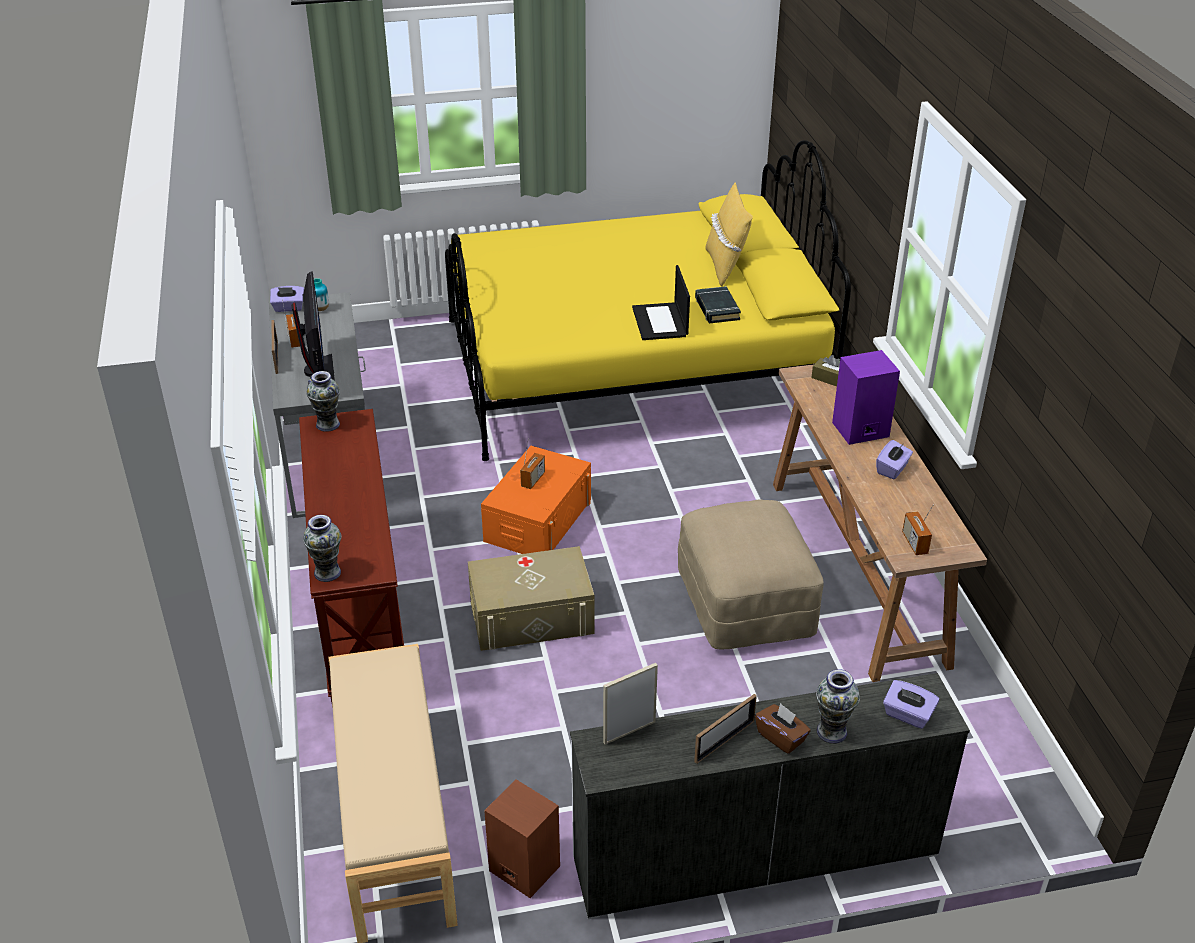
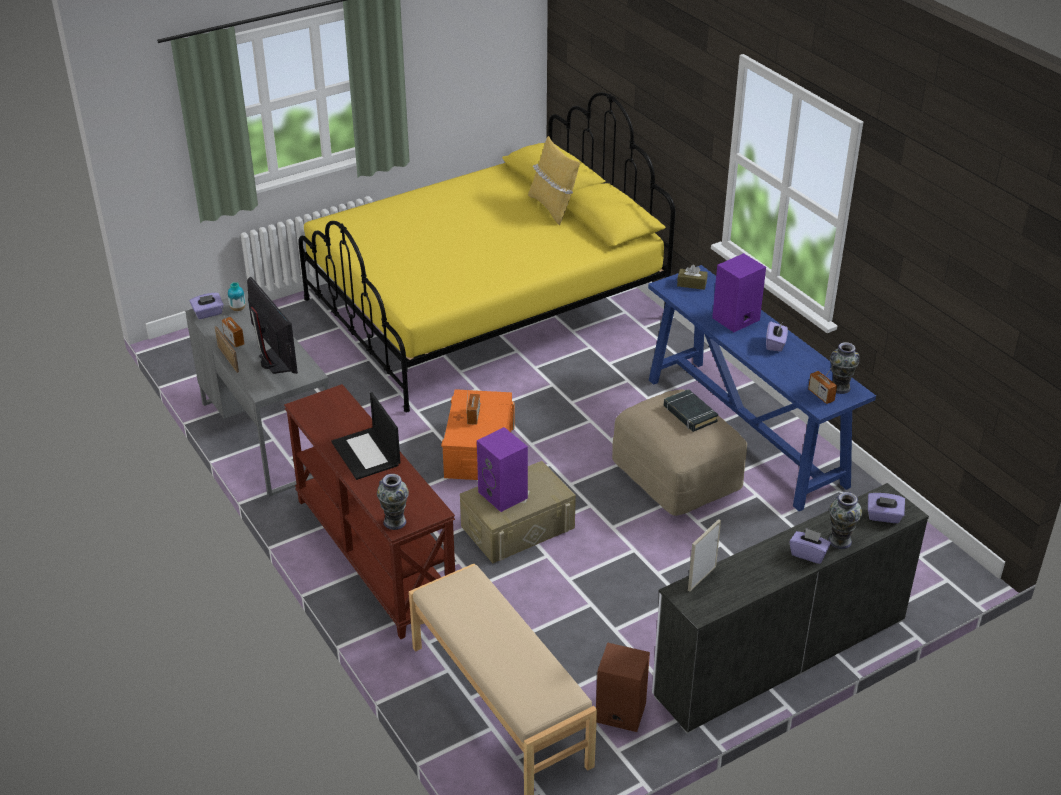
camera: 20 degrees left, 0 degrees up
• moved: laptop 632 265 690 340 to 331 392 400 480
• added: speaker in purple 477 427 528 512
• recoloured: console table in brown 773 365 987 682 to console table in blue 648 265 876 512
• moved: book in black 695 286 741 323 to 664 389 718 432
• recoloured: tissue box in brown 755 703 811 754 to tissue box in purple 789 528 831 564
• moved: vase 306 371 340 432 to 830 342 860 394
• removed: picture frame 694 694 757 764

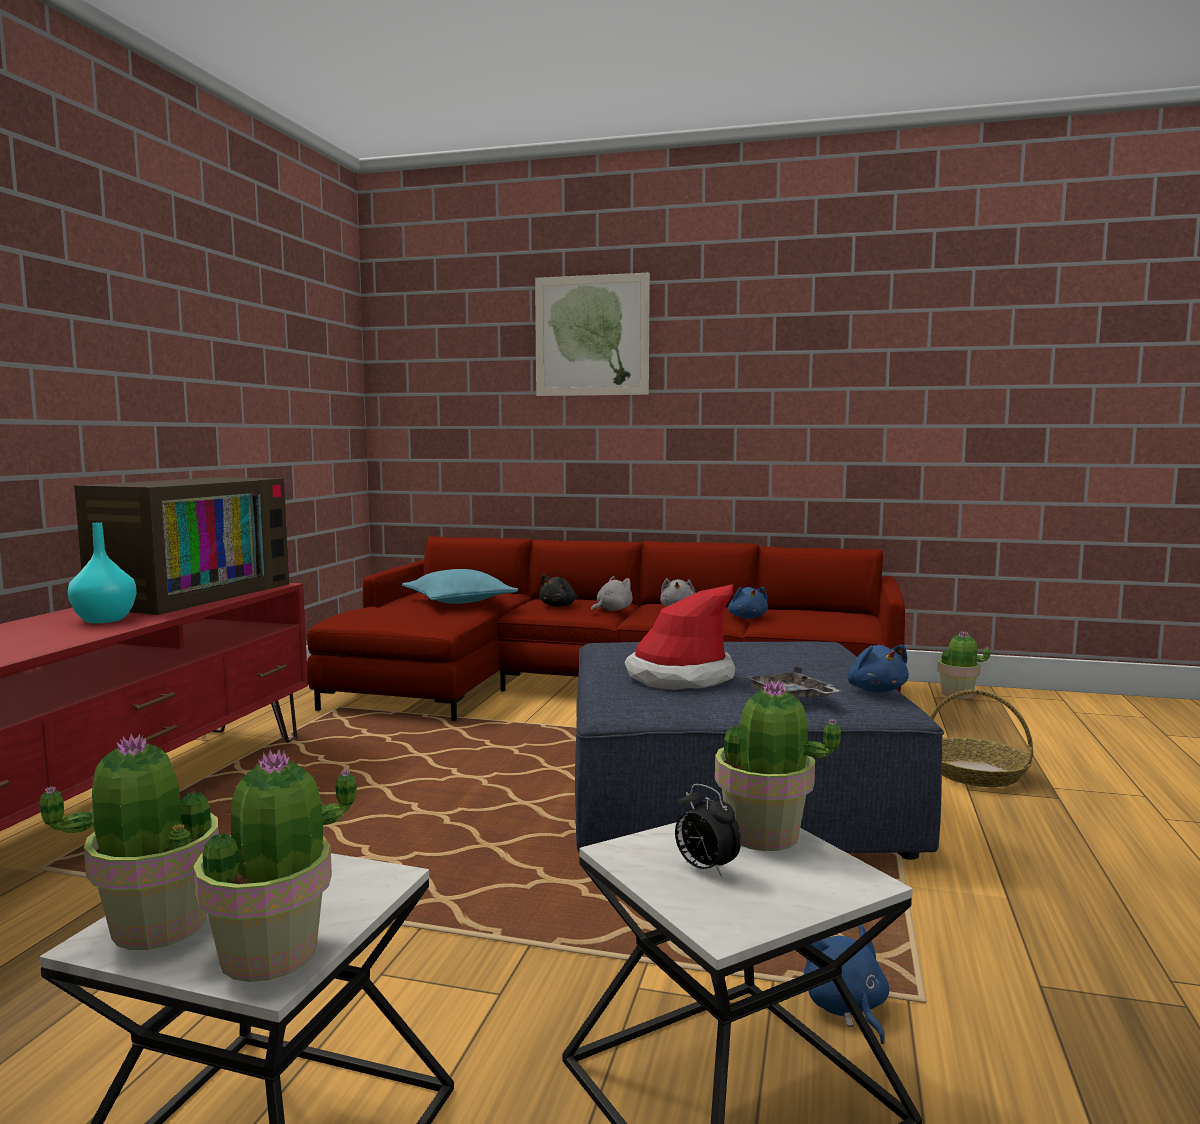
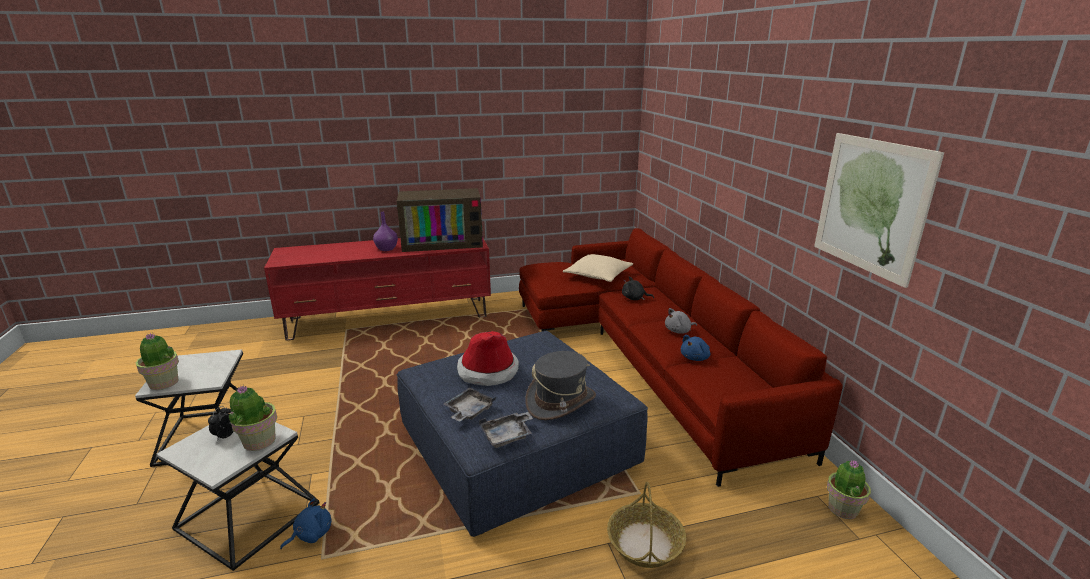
camera: 60 degrees right, 15 degrees up
• recoloured: vase in turquoise 68 522 137 623 to vase in purple 373 212 398 251
• replaced: plush toy in blue 848 645 909 693 to tray in grey 479 412 533 448
• added: hat in grey 525 351 596 420
• recoloured: pillow in turquoise 402 569 518 604 to pillow in beige 563 254 633 282
• moved: picture 535 273 650 396 to 814 133 944 288
• removed: potted plant 40 733 219 950
• removed: plush toy in grey 591 576 633 611

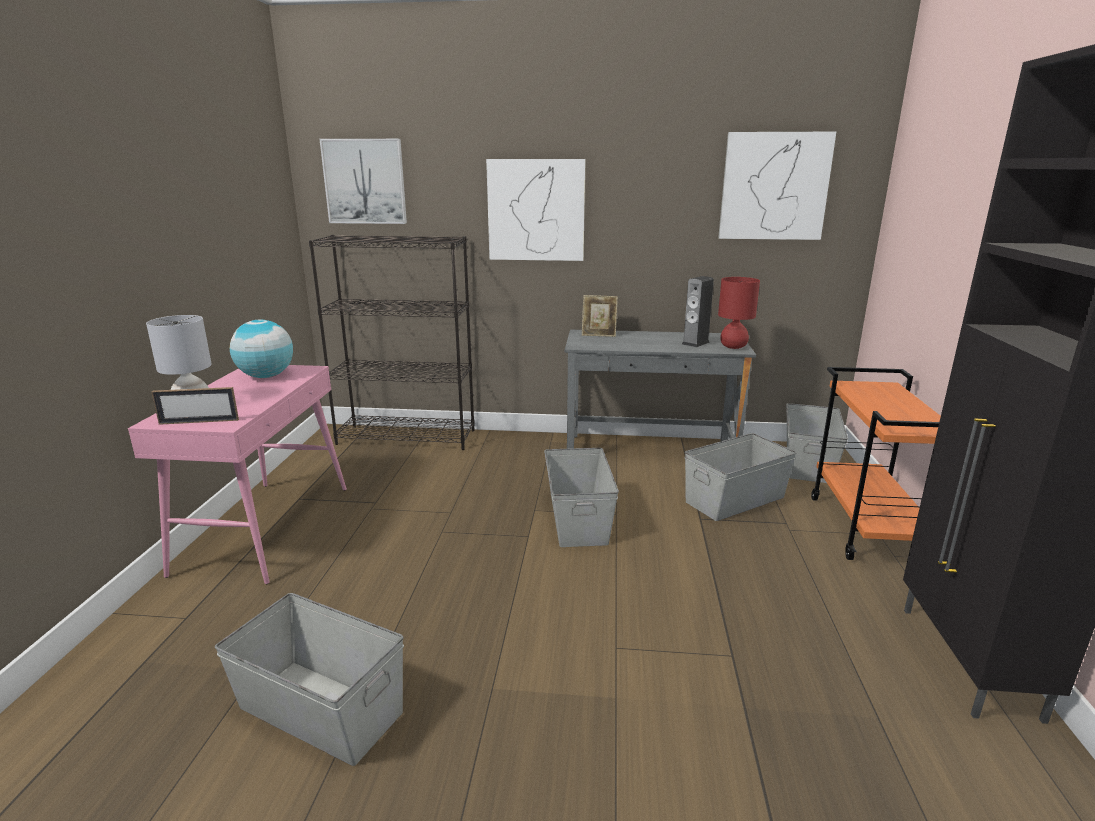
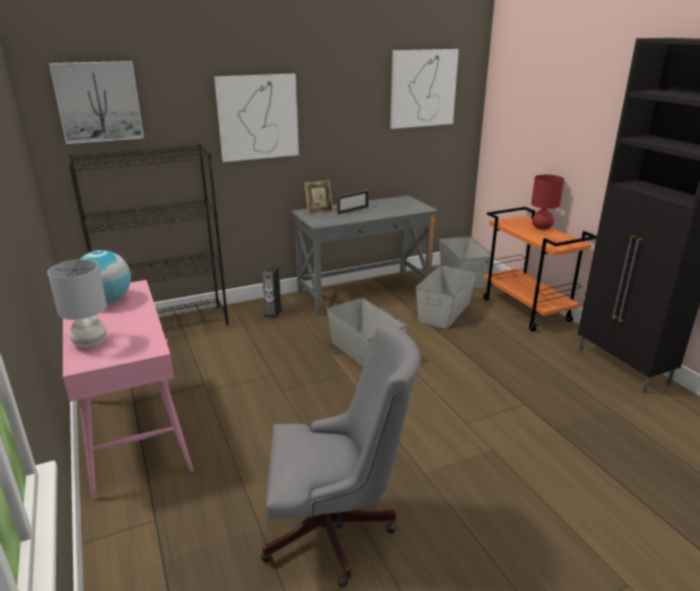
camera: 30 degrees left, 5 degrees up
• replaced: storage box in grey 215 593 404 766 to office chair in grey 261 322 421 588
• moved: speaker 682 276 714 347 to 262 265 282 318
• moved: picture frame 151 387 239 425 to 337 190 369 215
• moved: table lamp in red 718 277 760 349 to 531 175 564 230

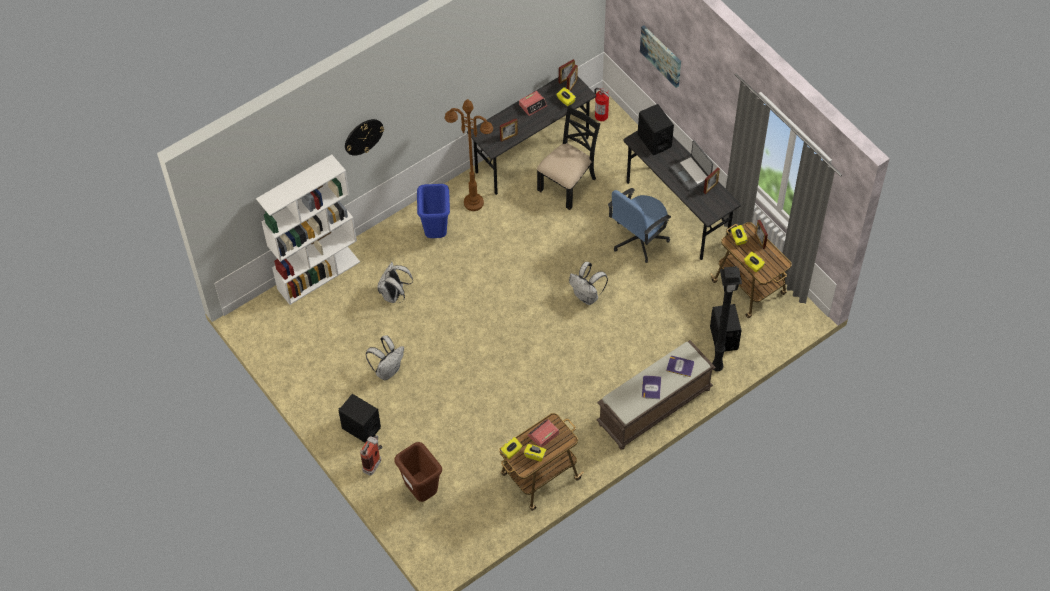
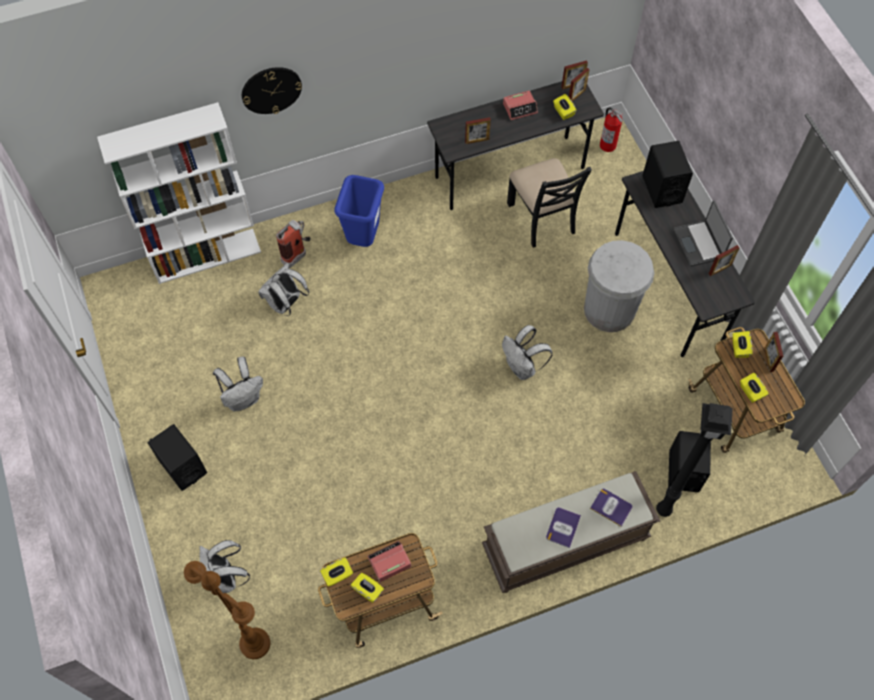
camera: 15 degrees right, 5 degrees up
• moved: floor lamp in brown 445 99 493 211 to 184 561 270 659
• replaced: trash can in brown 394 442 442 502 to backpack in white 199 540 250 593
• moved: fire extinguisher 360 435 383 476 to 276 220 310 268
• turned: chair in black 537 105 600 210 = 507 158 592 248 105 degrees clockwise
• replaced: office chair in blue 608 188 671 263 to trash can in white 584 240 654 332
• removed: picture 640 25 681 88

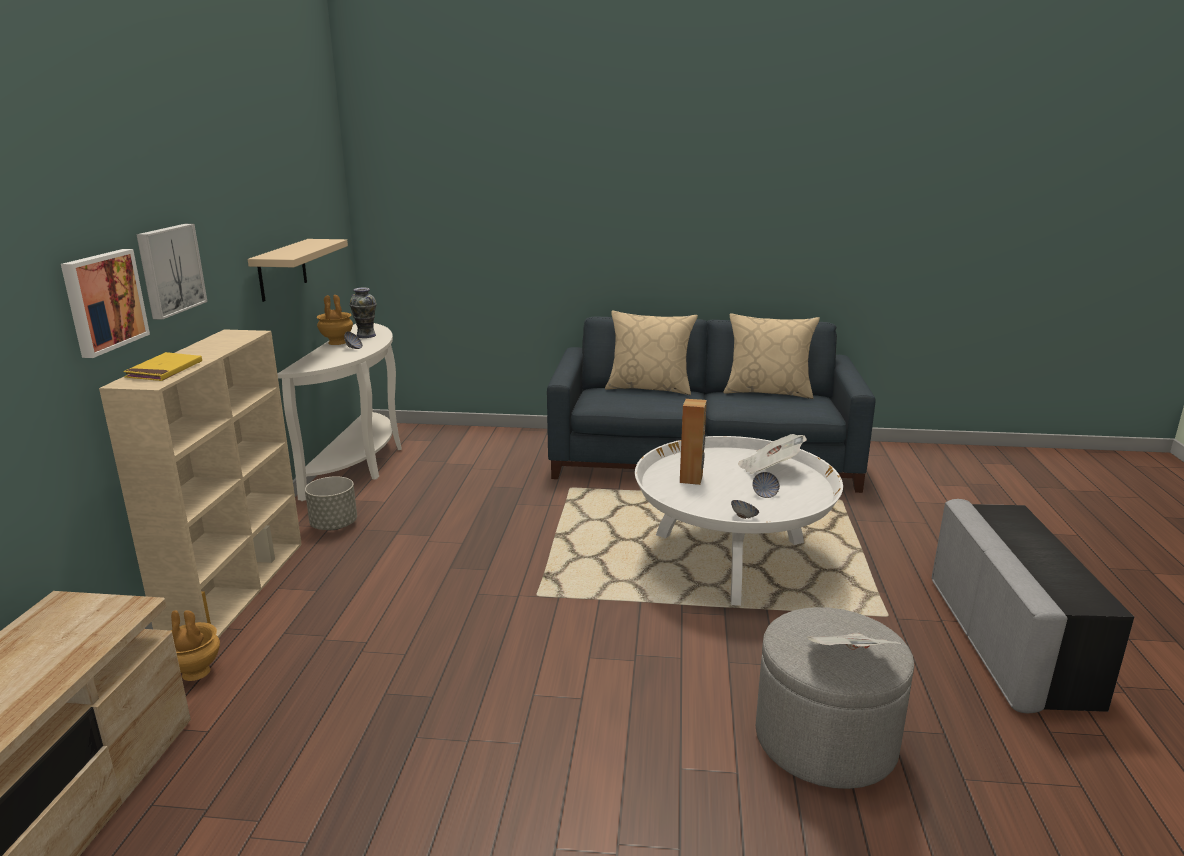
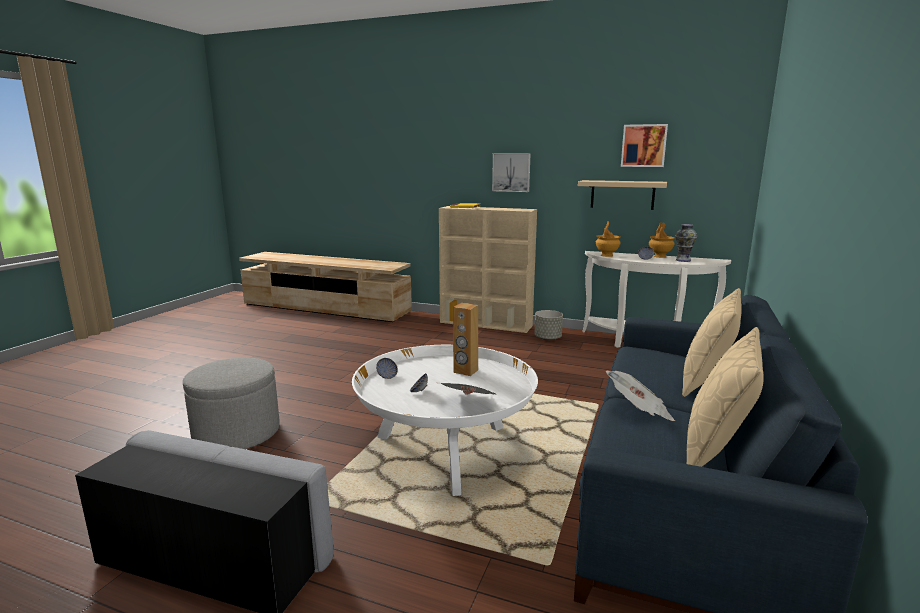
camera: 105 degrees right, 5 degrees down
• moved: vase in brown 171 610 220 681 to 596 221 621 257
• moved: newspaper 806 633 902 650 to 606 370 675 421
• moved: picture 61 249 150 358 to 621 124 668 167

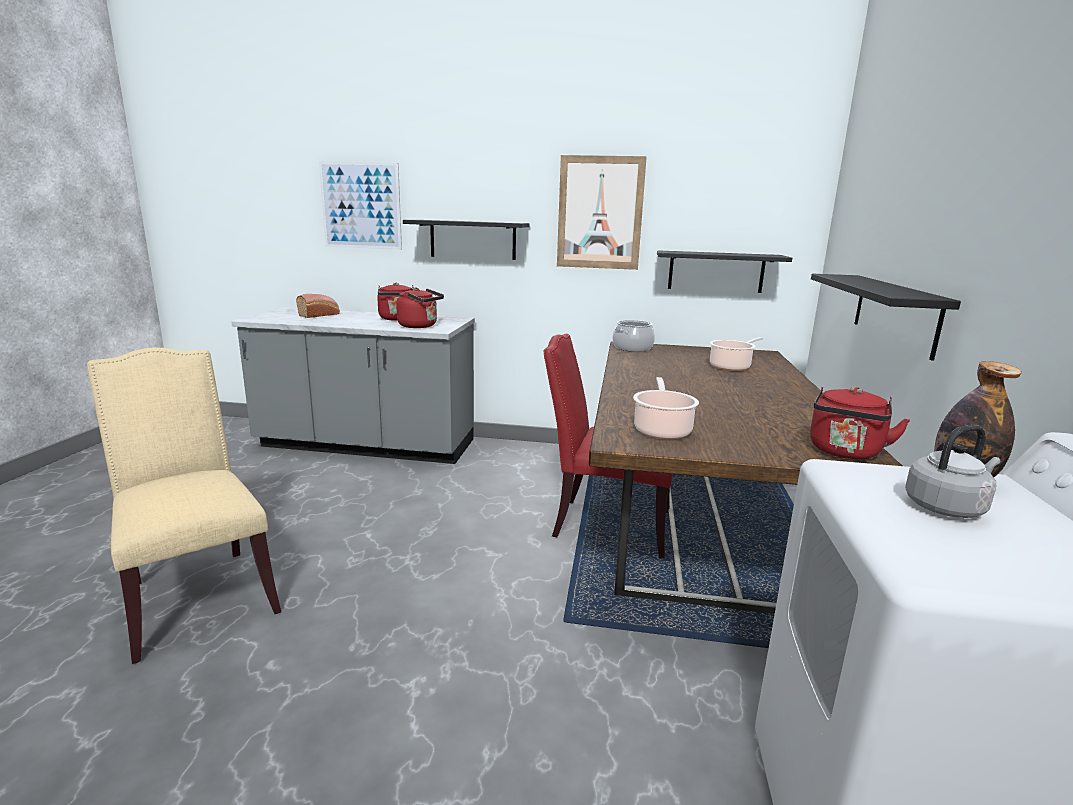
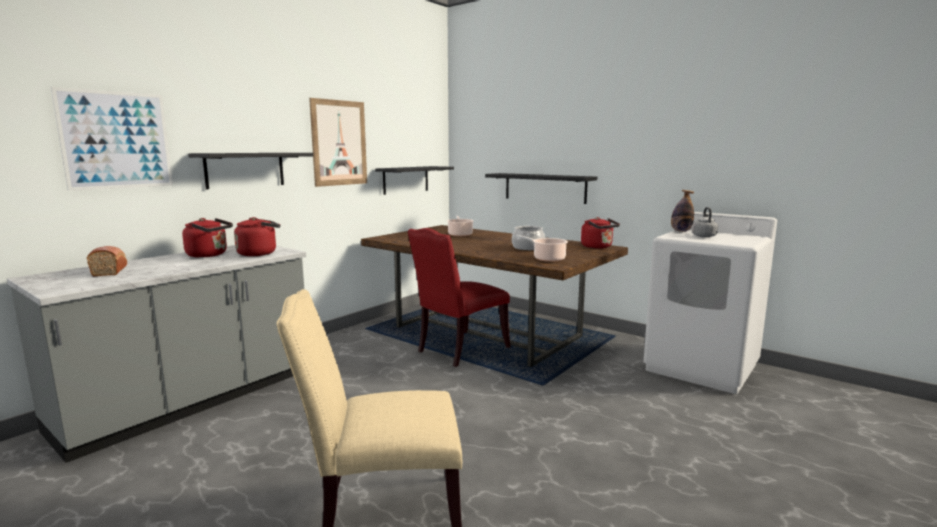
camera: 60 degrees left, 5 degrees down
• moved: cooking pot 613 320 655 352 to 512 226 545 250

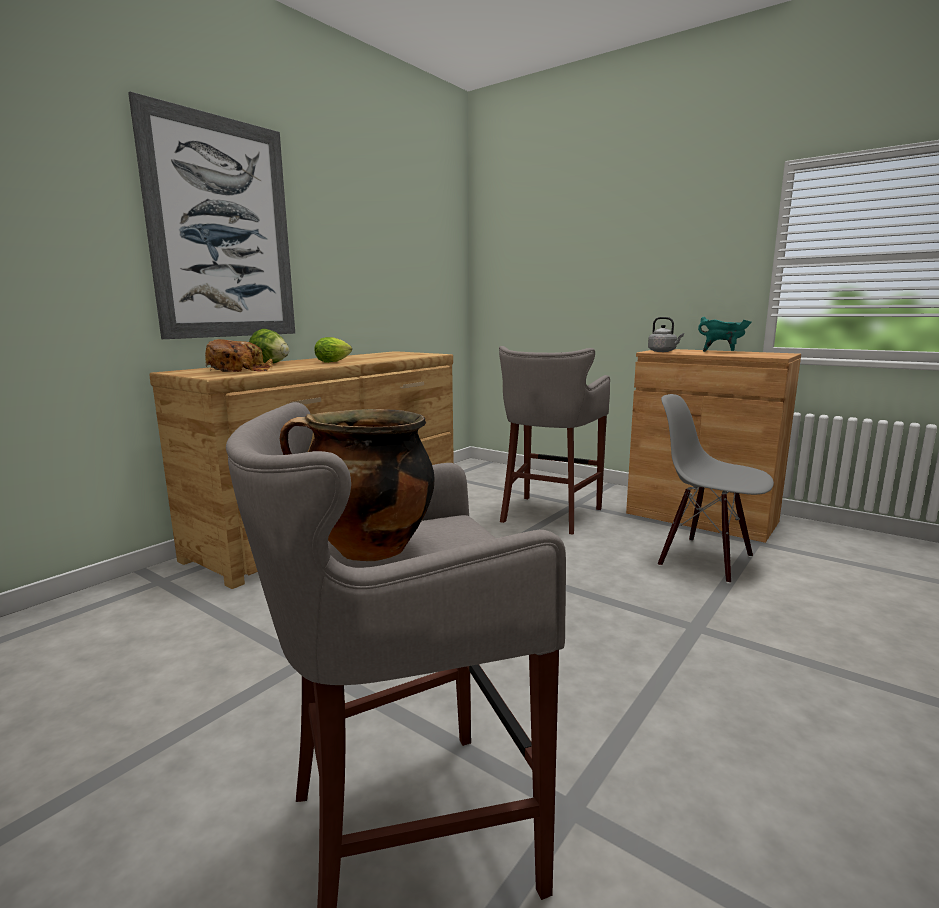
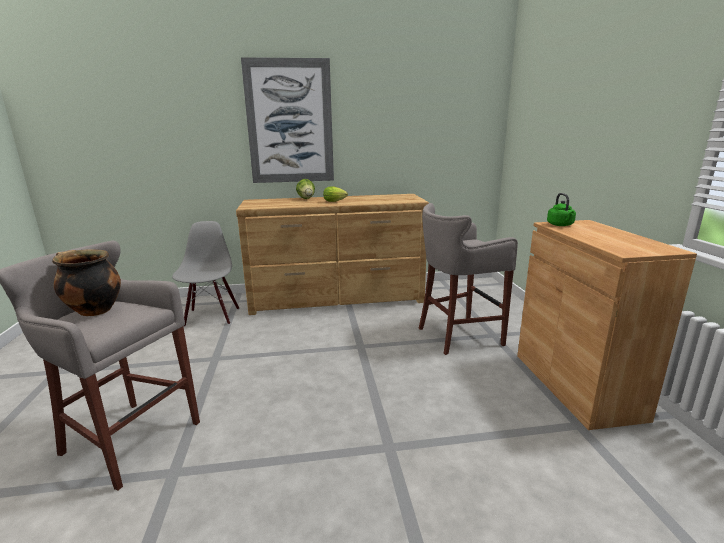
camera: 45 degrees right, 5 degrees up
• moved: chair in grey 658 394 774 584 to 172 221 239 327
• recoloured: kettle in grey 648 317 684 352 to kettle in green 547 193 576 226
• removed: bread 205 339 273 372
• removed: cooking pot in turquoise 698 317 752 352

